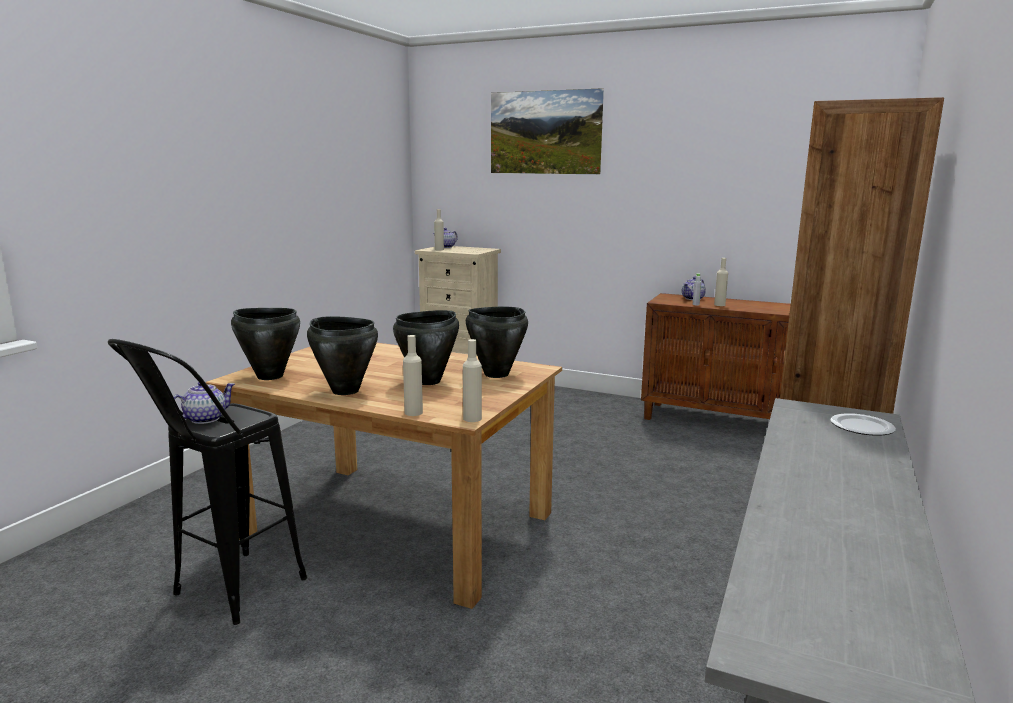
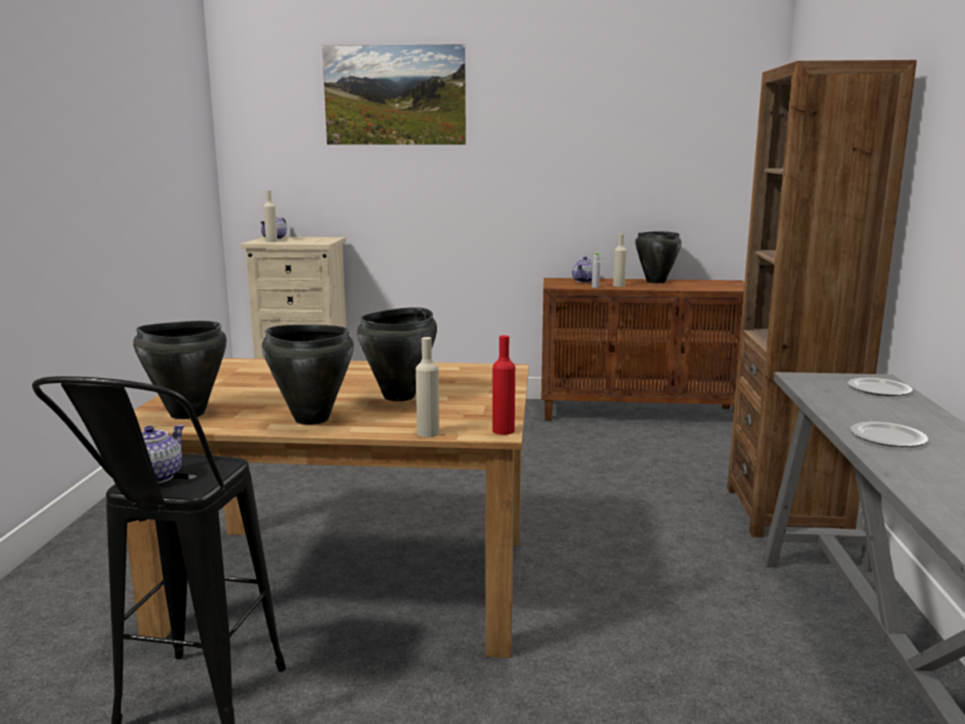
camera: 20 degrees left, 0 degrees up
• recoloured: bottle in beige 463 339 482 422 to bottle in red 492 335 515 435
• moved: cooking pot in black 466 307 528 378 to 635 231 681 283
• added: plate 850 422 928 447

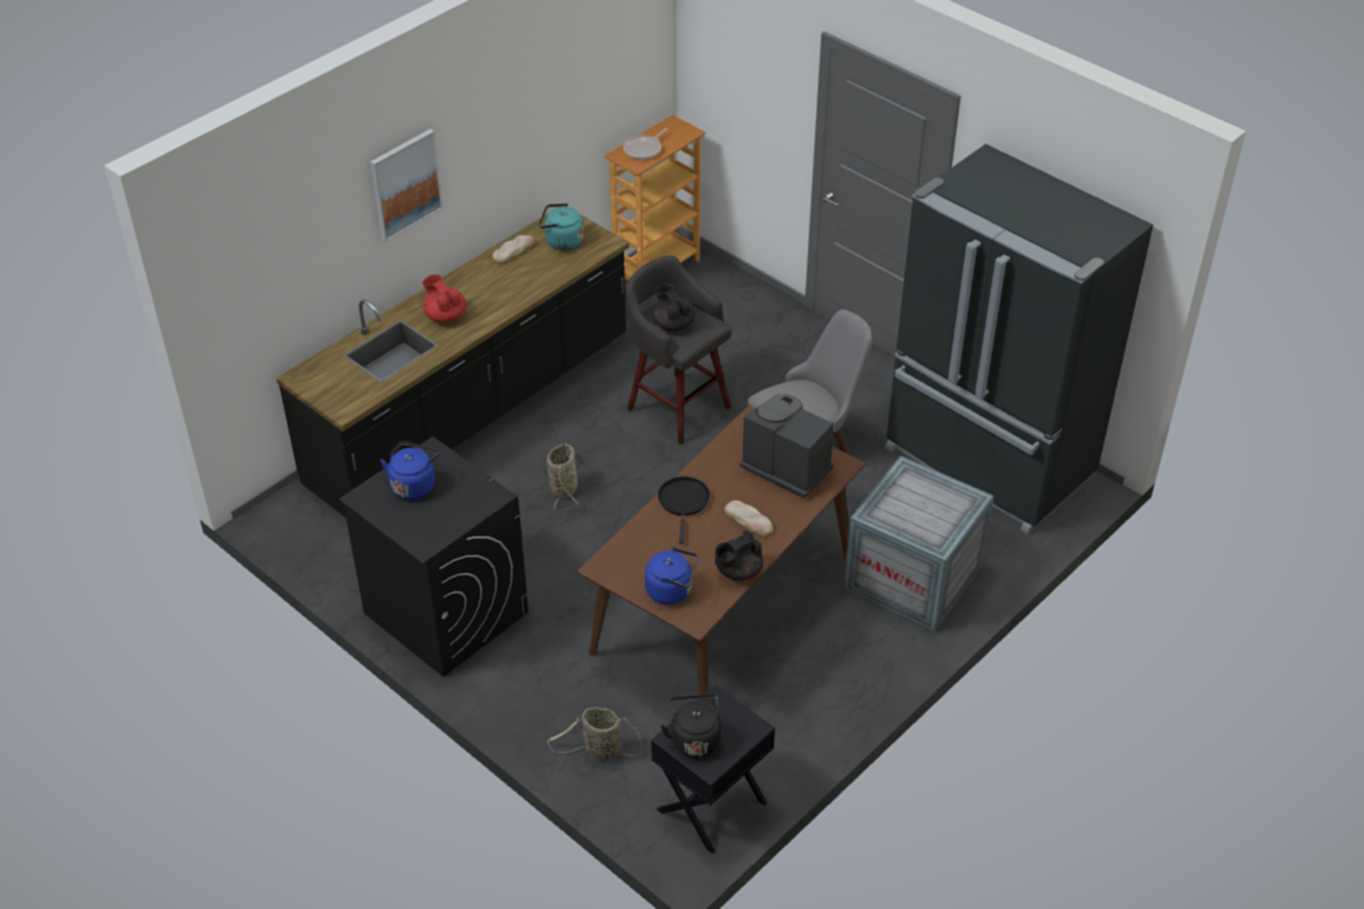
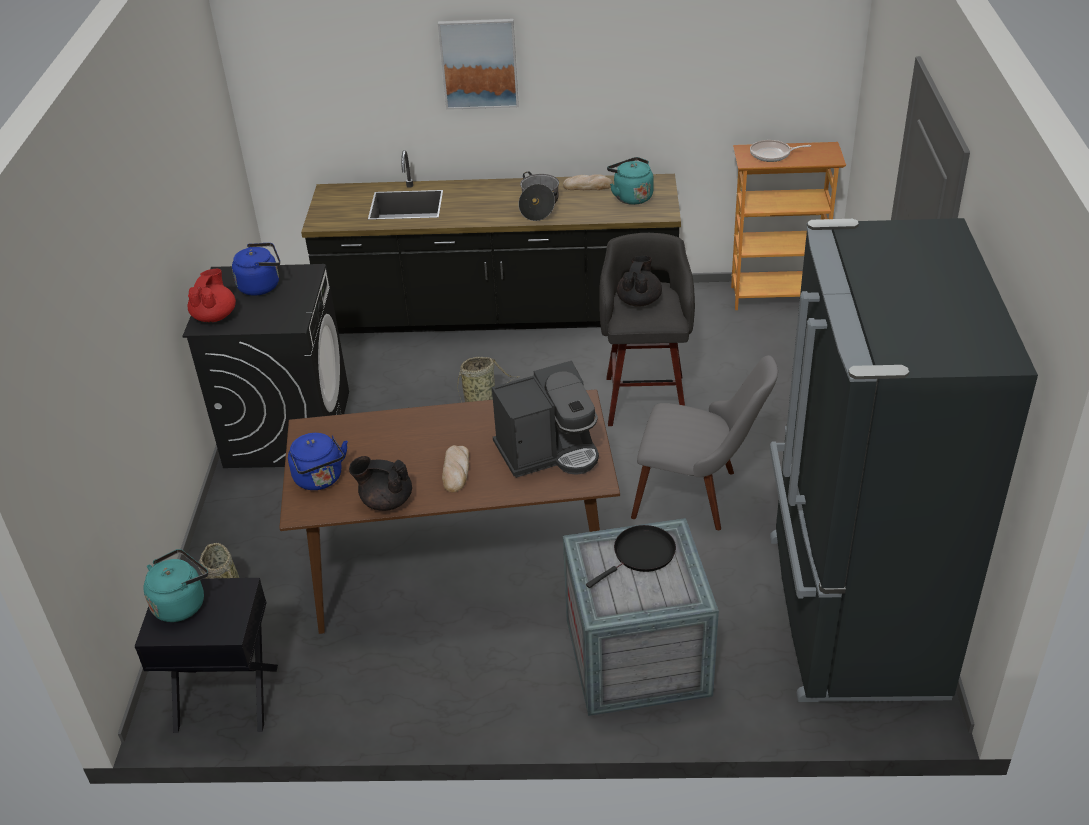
camera: 50 degrees right, 5 degrees down
• recoloured: kettle in black 661 694 721 758 to kettle in turquoise 143 549 208 622
• moved: teapot in red 422 274 466 323 to 188 269 236 322
• turned: coffee machine 740 394 834 498 = 492 361 599 478 75 degrees clockwise
• added: cooking pot 519 171 559 221
• moved: frying pan in black 658 476 710 544 to 586 525 676 588

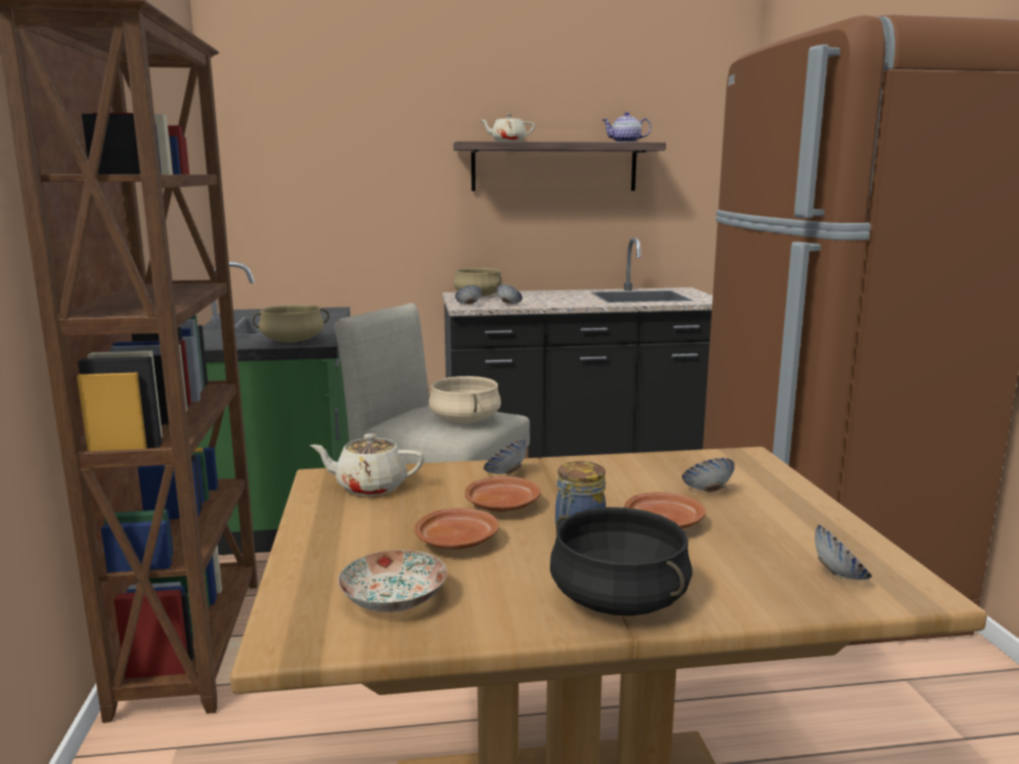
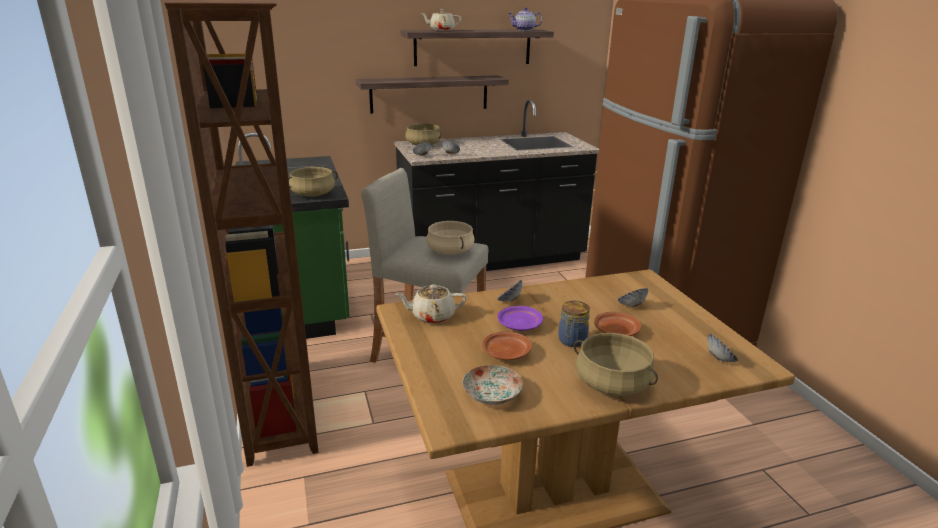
camera: 10 degrees left, 10 degrees up
• added: shelf 356 75 509 114
• recoloured: plate in brown 465 476 541 512 to plate in purple 498 306 543 331
• recoloured: cooking pot in black 550 507 693 616 to cooking pot in beige 574 333 658 396

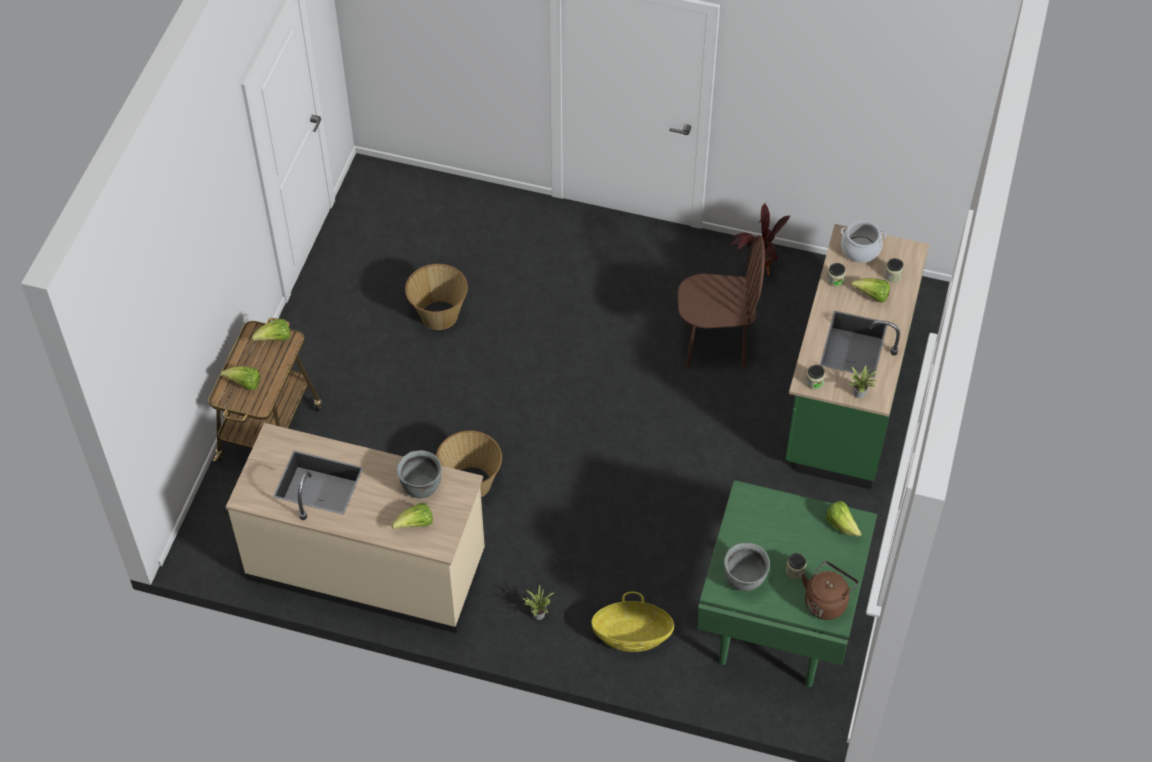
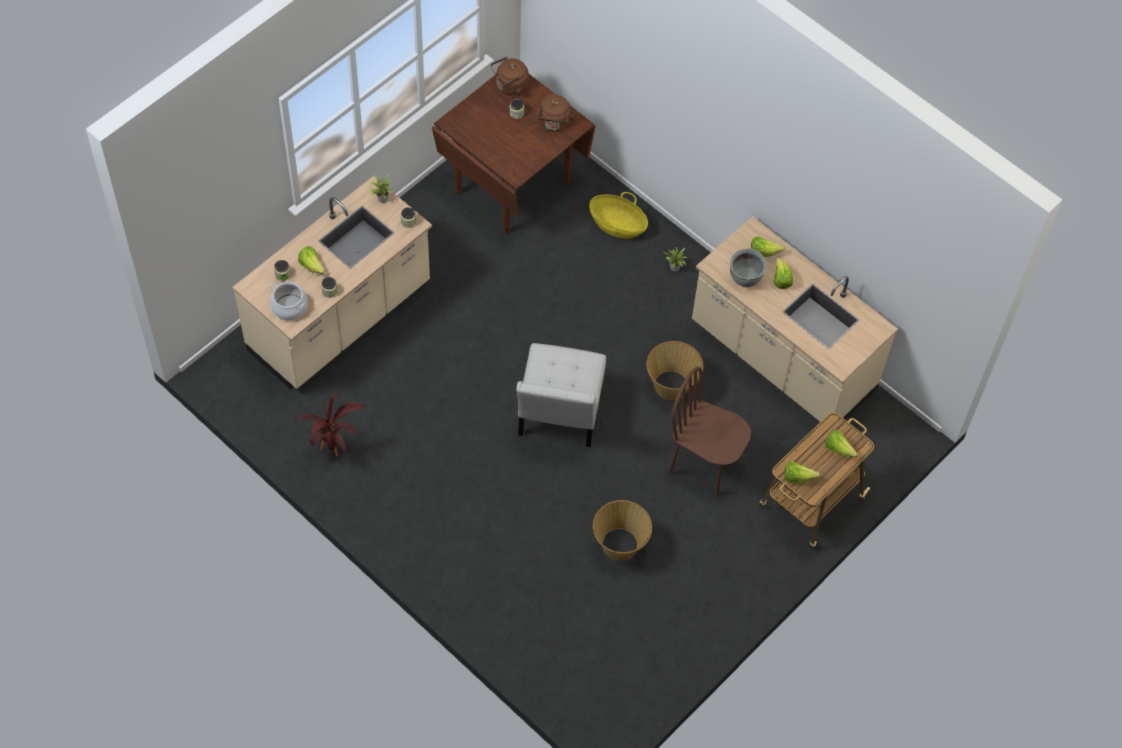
camera: 155 degrees left, 5 degrees up
• recoloured: counter in green 785 224 929 489 to counter in beige 232 176 432 389
• recoloured: dining table in green 697 480 877 687 to dining table in brown 432 74 595 234
• added: chair in white 517 343 606 447
• replaced: cooking pot in grey 724 543 770 591 to kettle in brown 537 94 578 131
• moved: chair in brown 678 235 765 369 to 669 367 751 495
• moved: lettuce 826 501 862 537 to 774 257 793 289

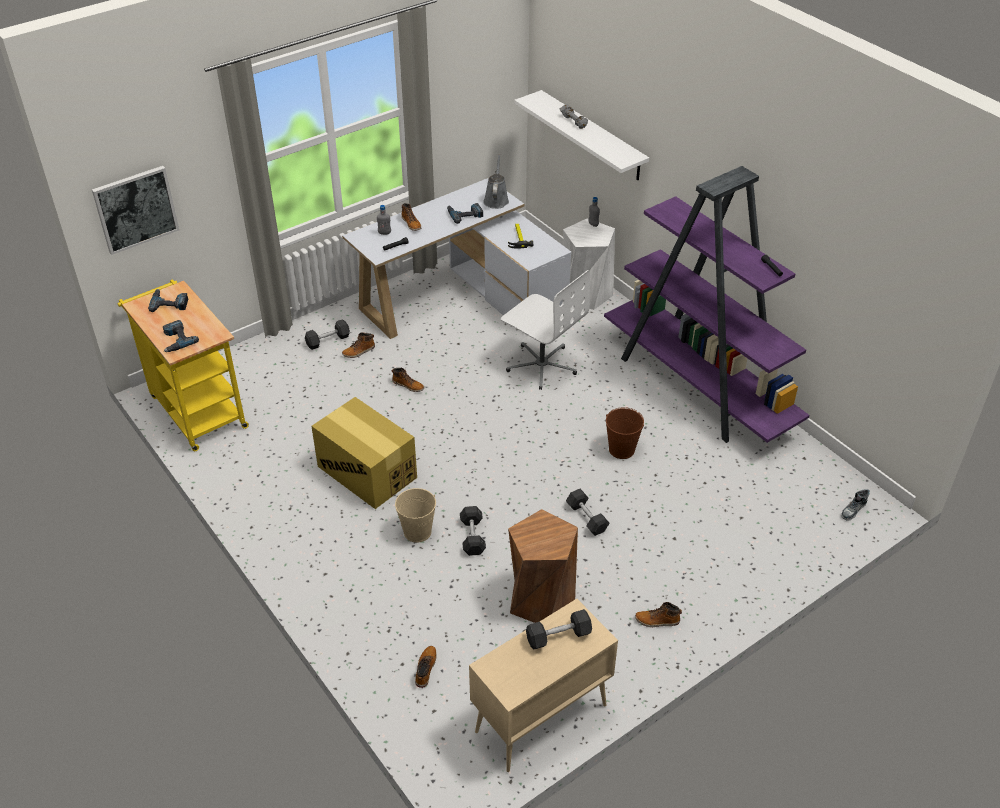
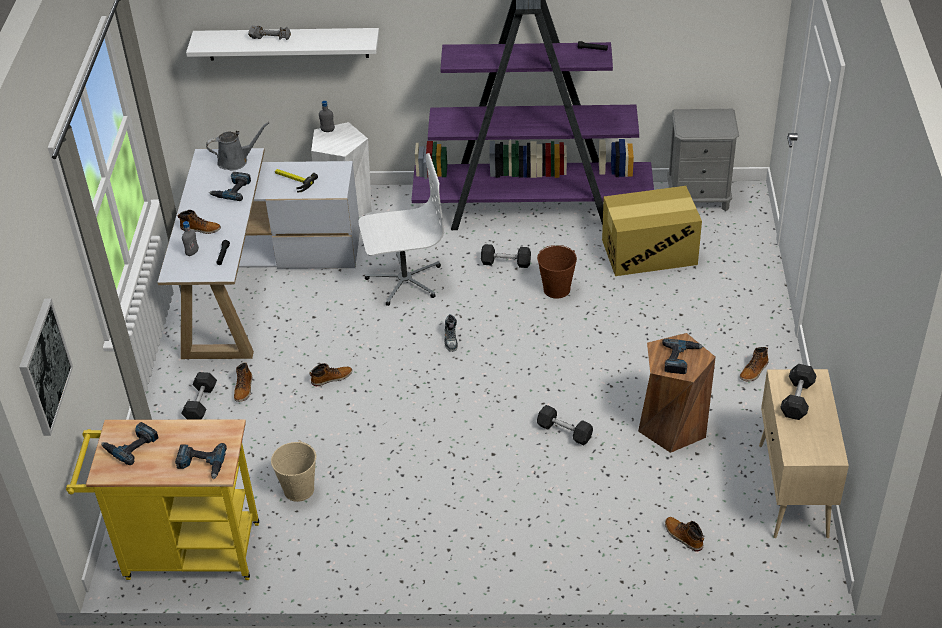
camera: 50 degrees left, 0 degrees up
• turned: watering can in grey 483 154 509 209 = 206 122 269 170 120 degrees clockwise
• moved: bucket in beige 395 488 436 543 to 271 440 316 502
• moved: shoe 841 489 870 520 to 444 314 458 352
• moved: dumbbell in grey 566 489 609 536 to 481 244 531 268
• moved: cardboard box 311 397 417 509 to 602 186 702 276
• added: power drill 662 338 704 374
• added: nightstand in grey 667 109 739 211

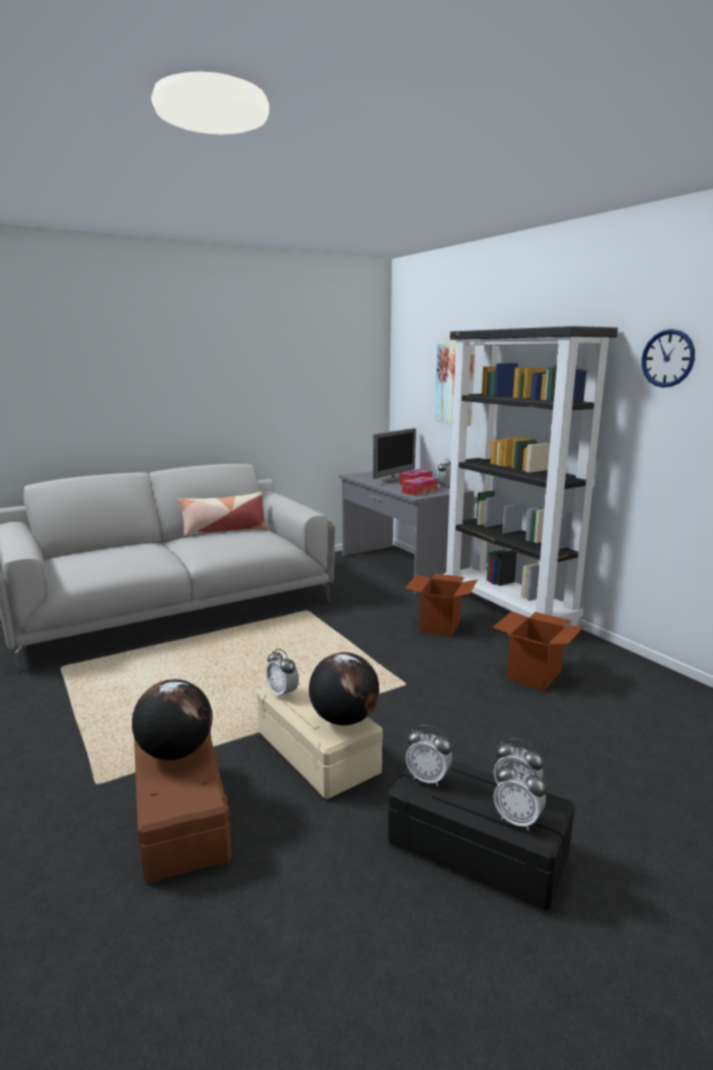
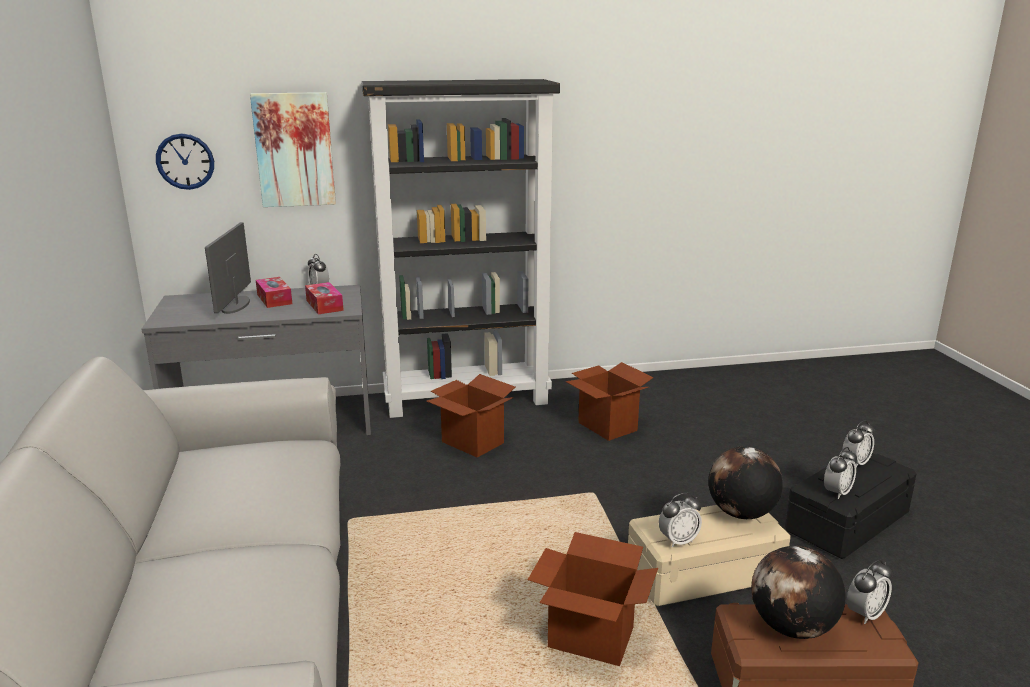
camera: 70 degrees left, 5 degrees up
• moved: wall clock 641 329 695 388 to 156 133 214 190
• turned: monitor 373 428 416 482 = 205 223 251 314 150 degrees counterclockwise
• added: cardboard box 528 532 658 666
• moved: alarm clock 494 762 546 831 to 847 560 893 624
• removed: pillow 178 492 268 537

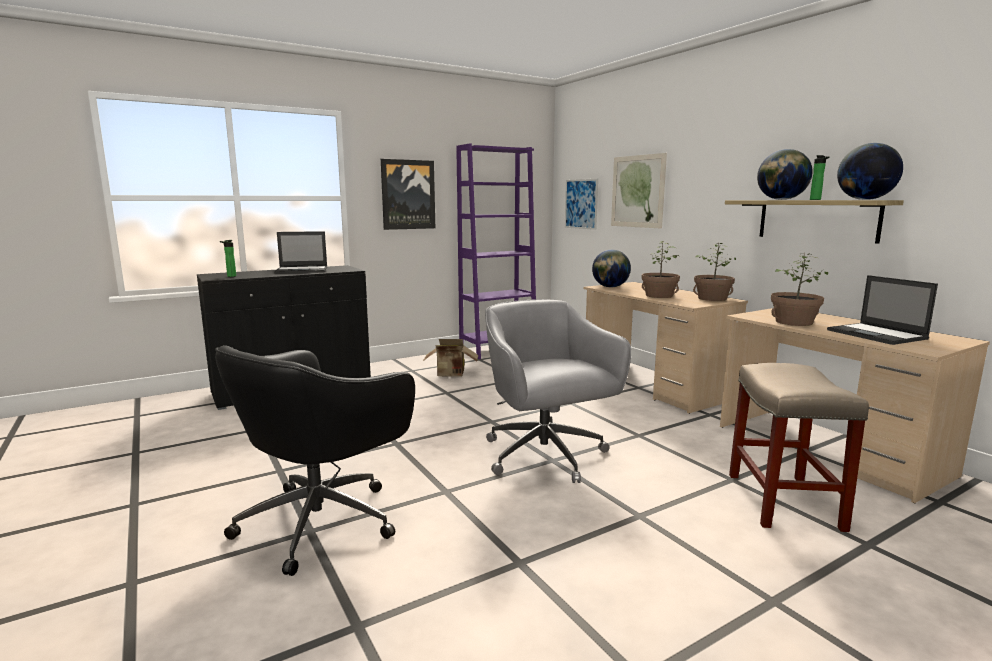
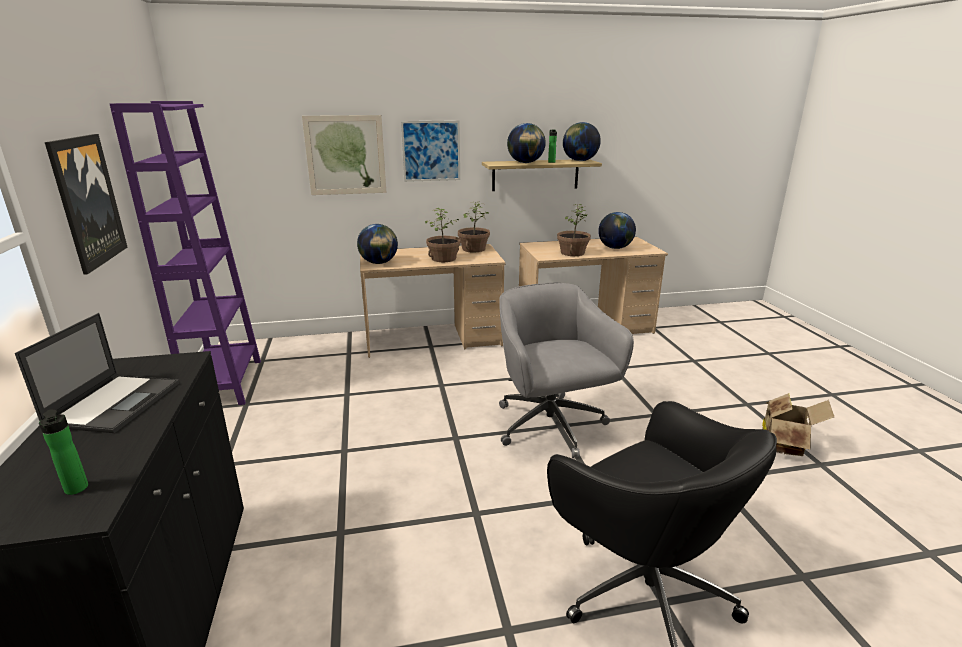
camera: 70 degrees left, 10 degrees up
• moved: picture 565 179 598 230 to 401 120 460 182
• turned: office chair in grey 485 299 631 483 = 499 283 634 458 75 degrees clockwise
• replaced: laptop 827 275 938 345 to globe 598 212 636 249
• moved: cardboard box 423 339 478 377 to 762 393 834 456
• removed: stool in beige 729 363 869 532

